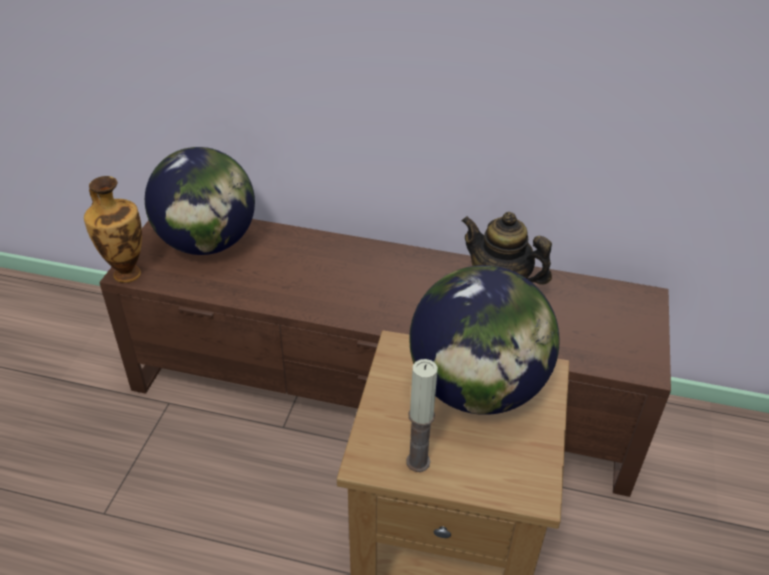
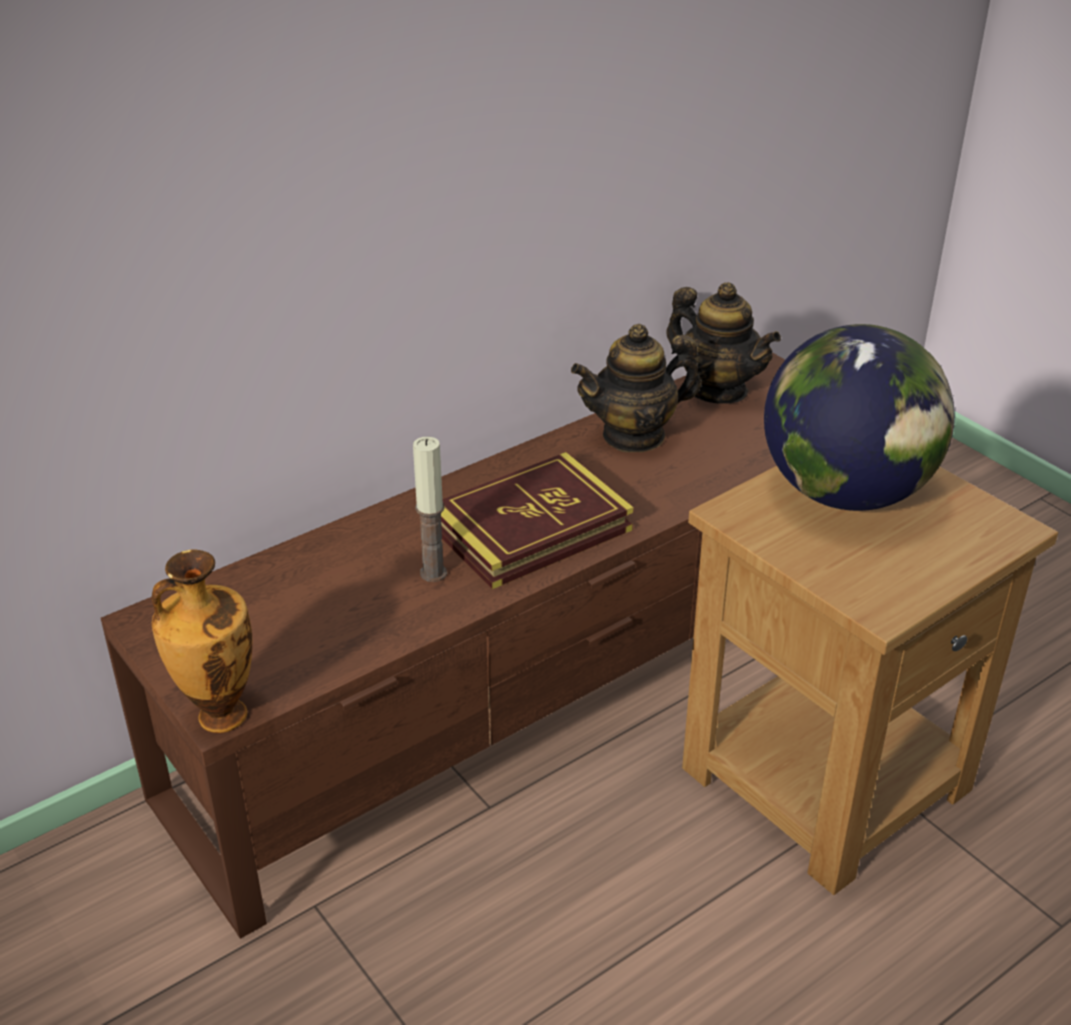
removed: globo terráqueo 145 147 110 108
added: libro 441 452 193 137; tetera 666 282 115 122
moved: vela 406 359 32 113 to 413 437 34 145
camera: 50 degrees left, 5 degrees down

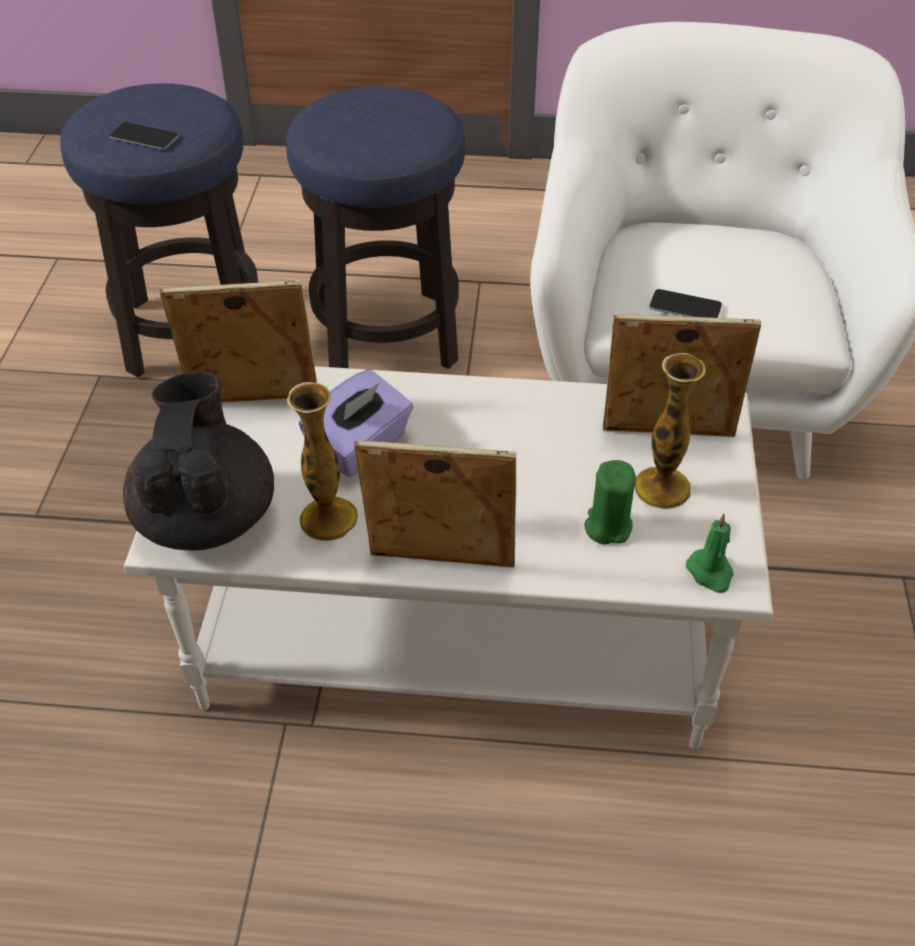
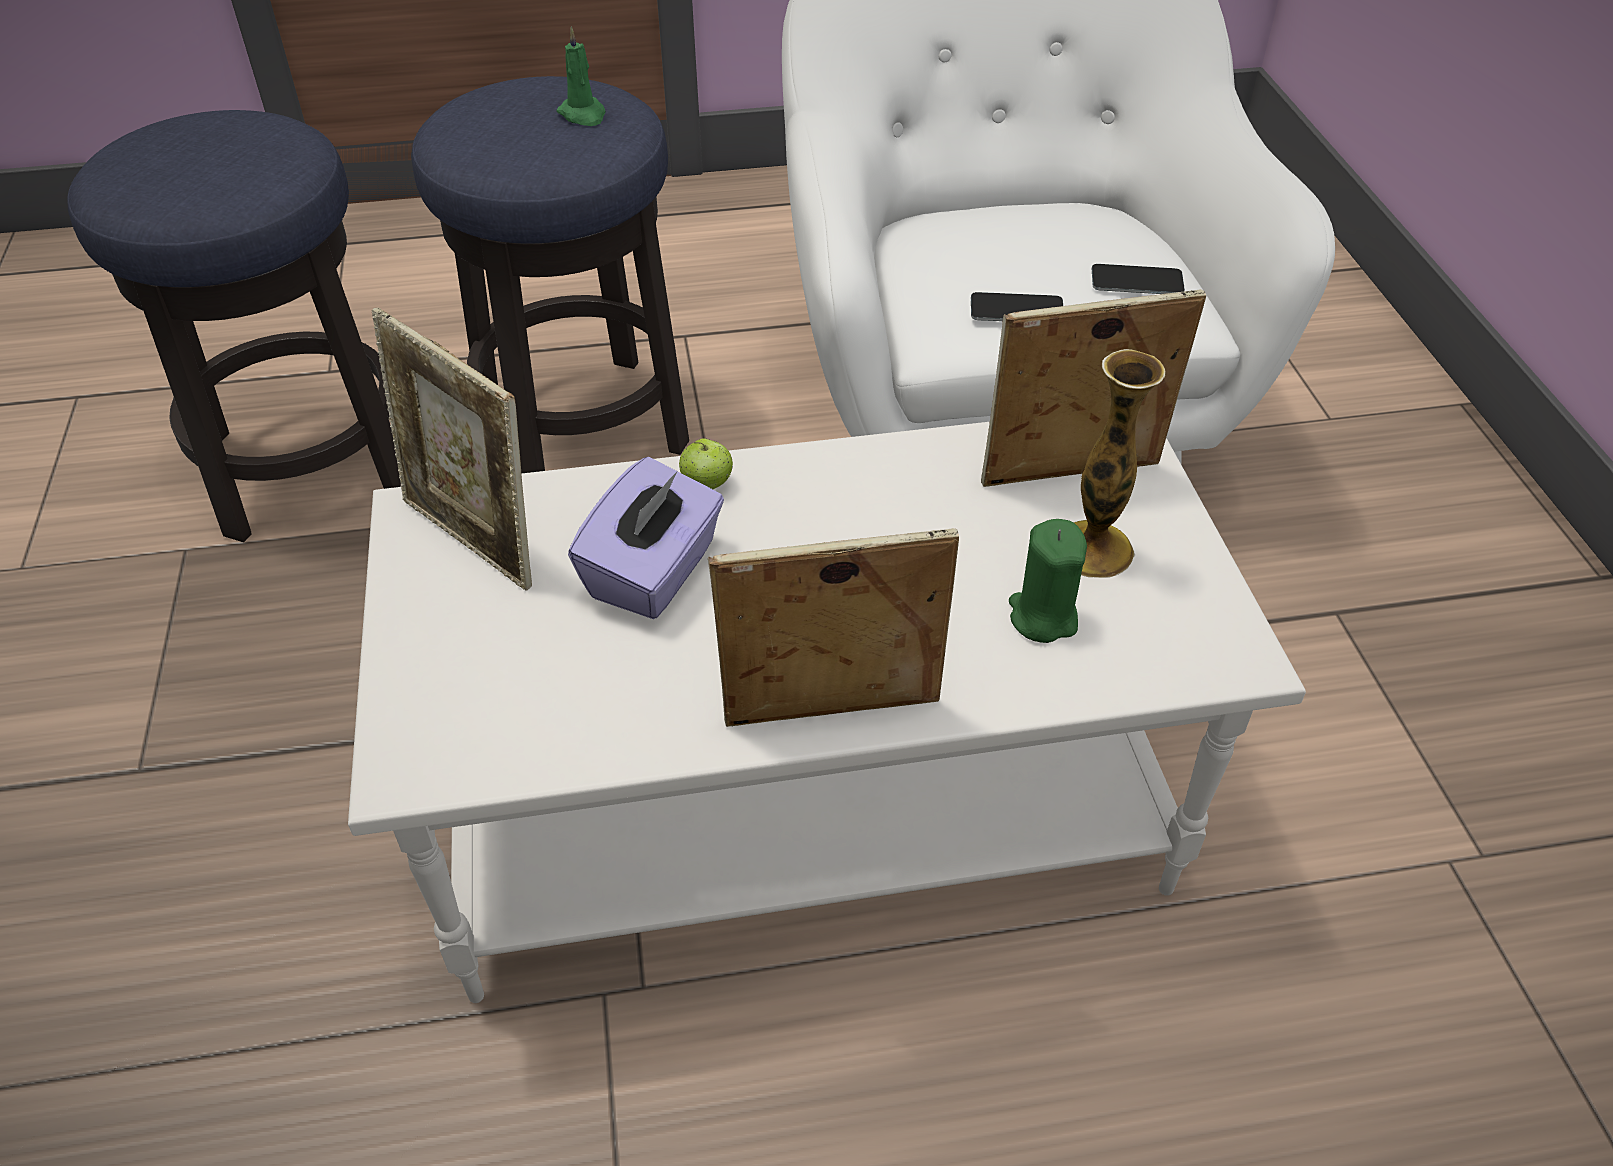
removed: tetera/negro 123 372 151 179; florero 287 382 71 159
added: manzana 679 438 54 51
moved: vela/verde 686 513 48 80 to 557 26 49 100; móvil 109 122 70 28 to 1092 264 93 30
turned: portarretratos 160 280 157 123 = 371 307 161 284 120 degrees counterclockwise
camera: 15 degrees left, 0 degrees up

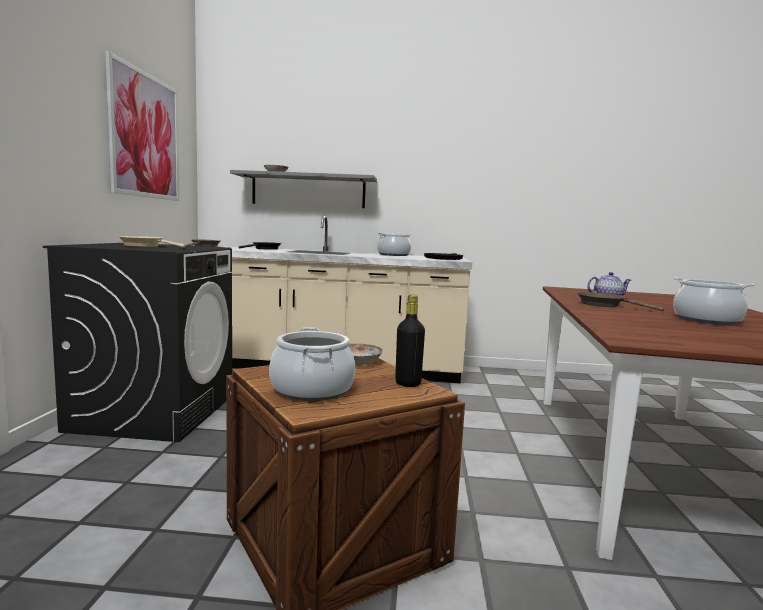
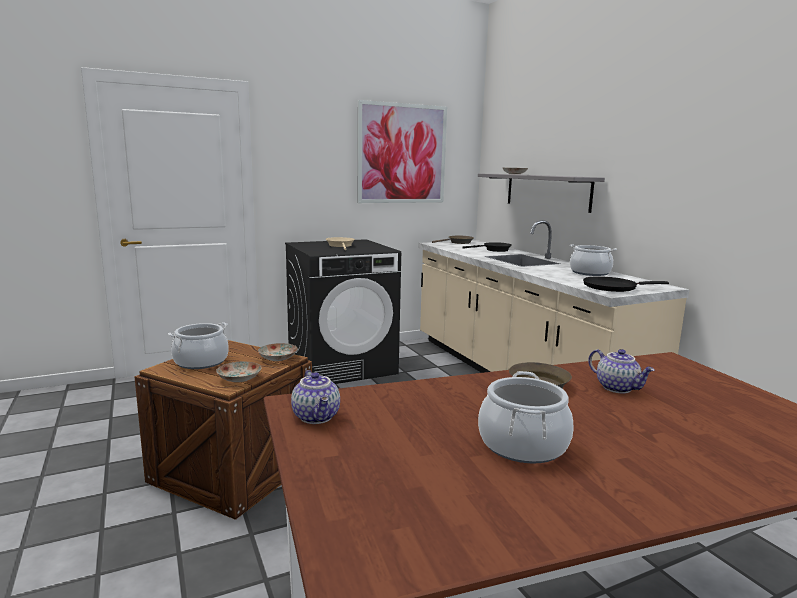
added: tetera 291 370 49 54
replaced: botella/negro 395 295 30 92 to plato 216 362 45 21
camera: 60 degrees right, 5 degrees up

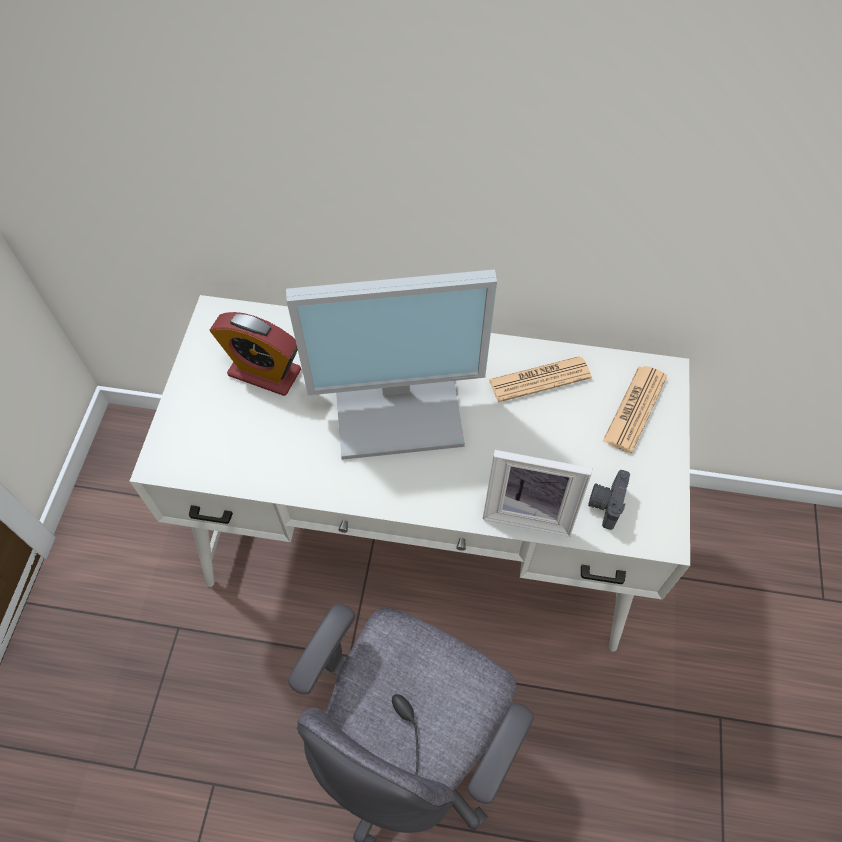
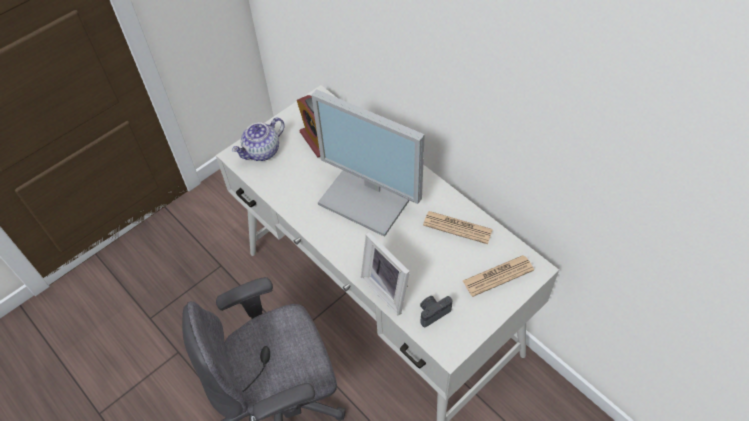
added: tetera 232 117 53 44
camera: 40 degrees right, 5 degrees down

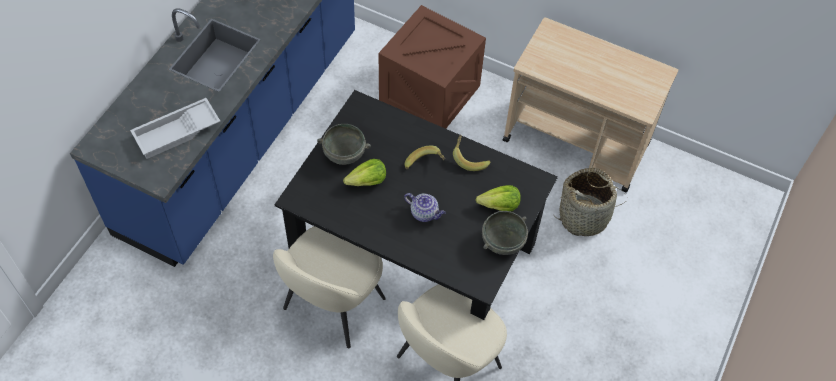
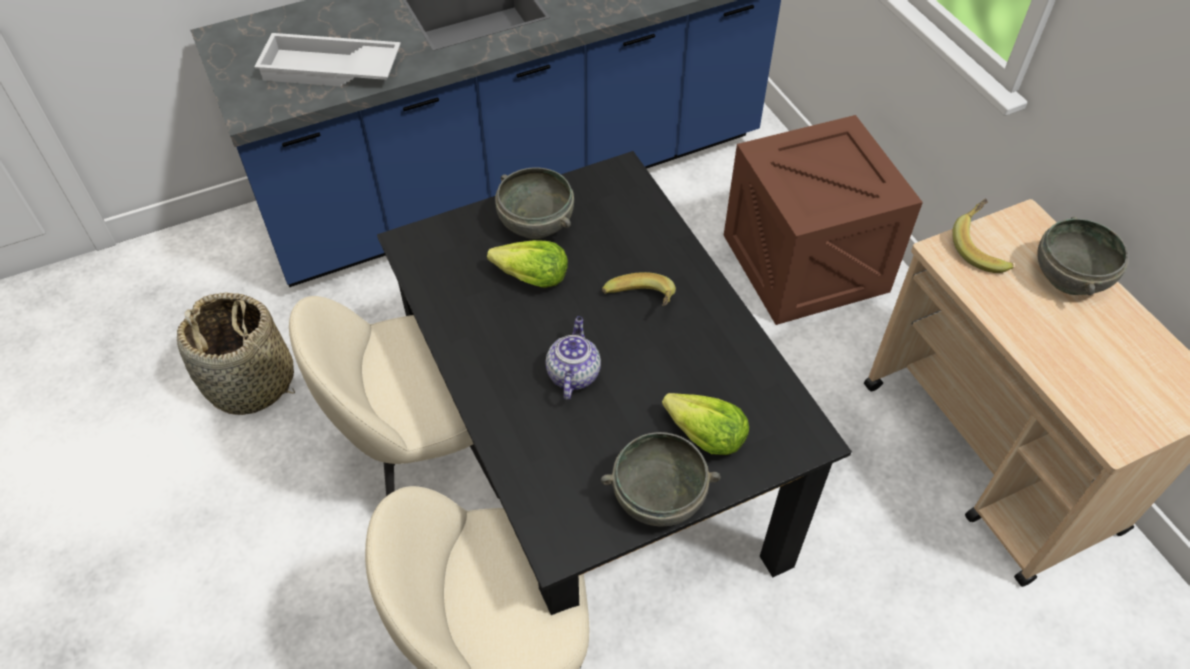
added: cuenco/gris 1037 217 91 78
moved: cesta 553 168 73 68 to 177 292 118 123; plátano 453 134 38 37 to 952 199 62 74
turned: tetera 404 193 42 29 = 545 316 56 84 150 degrees counterclockwise
camera: 40 degrees right, 5 degrees down

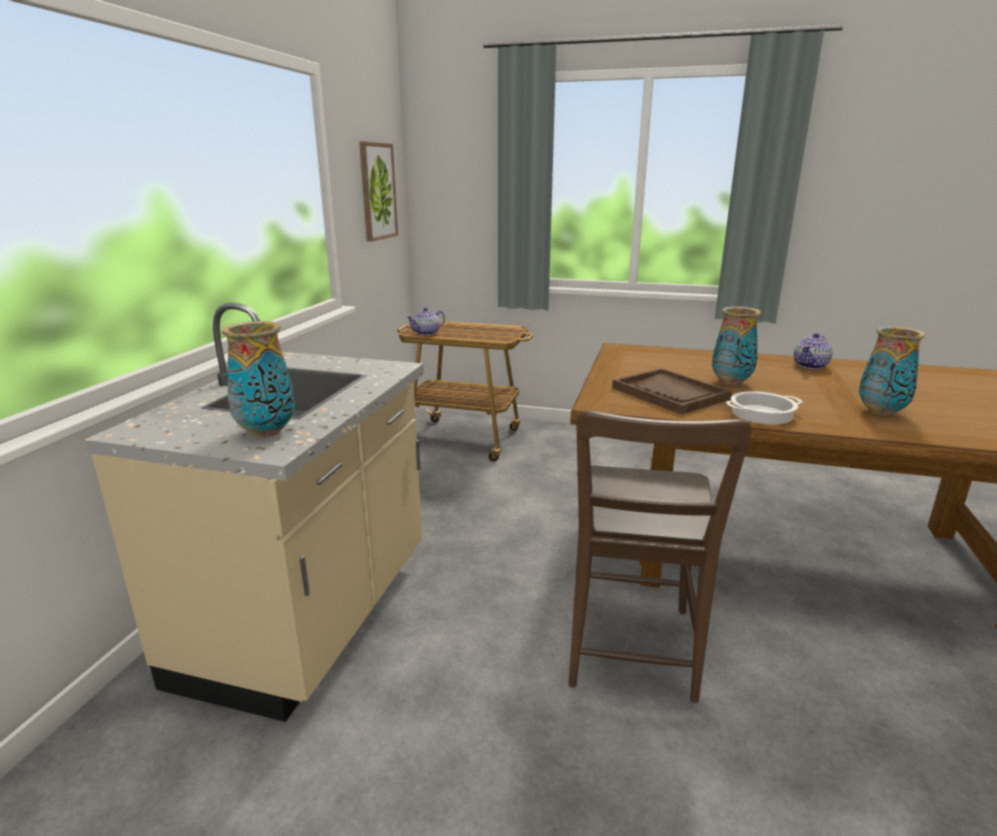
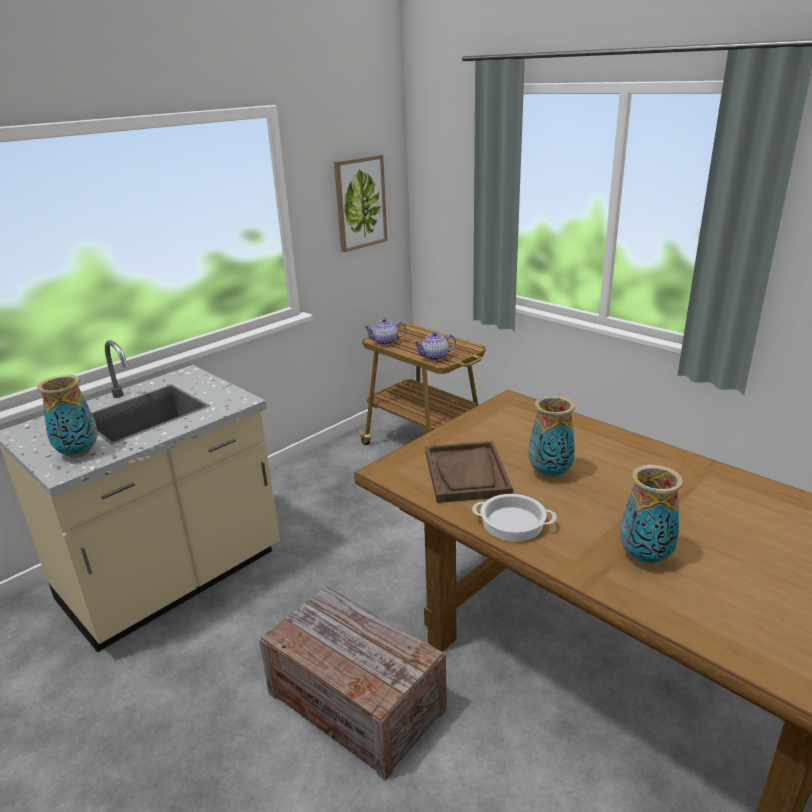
moved: tetera 794 333 39 36 to 413 332 43 29
replaced: silla/marrón 569 410 182 293 to caja de embalaje 259 586 188 195
camera: 30 degrees right, 5 degrees up

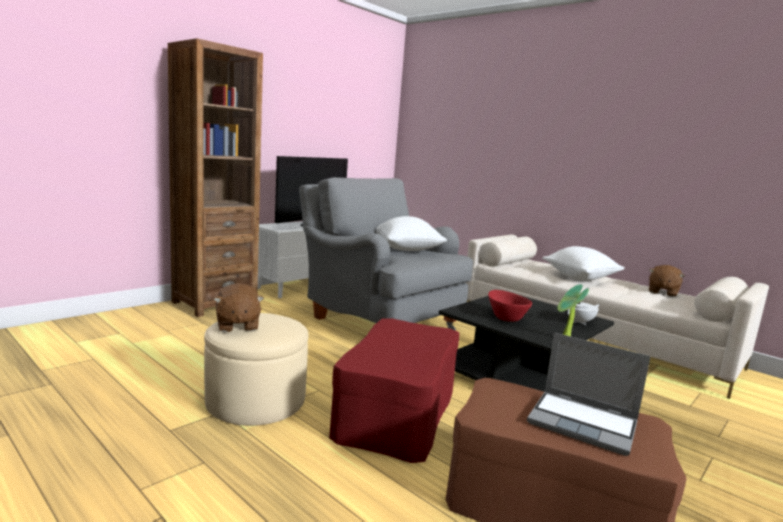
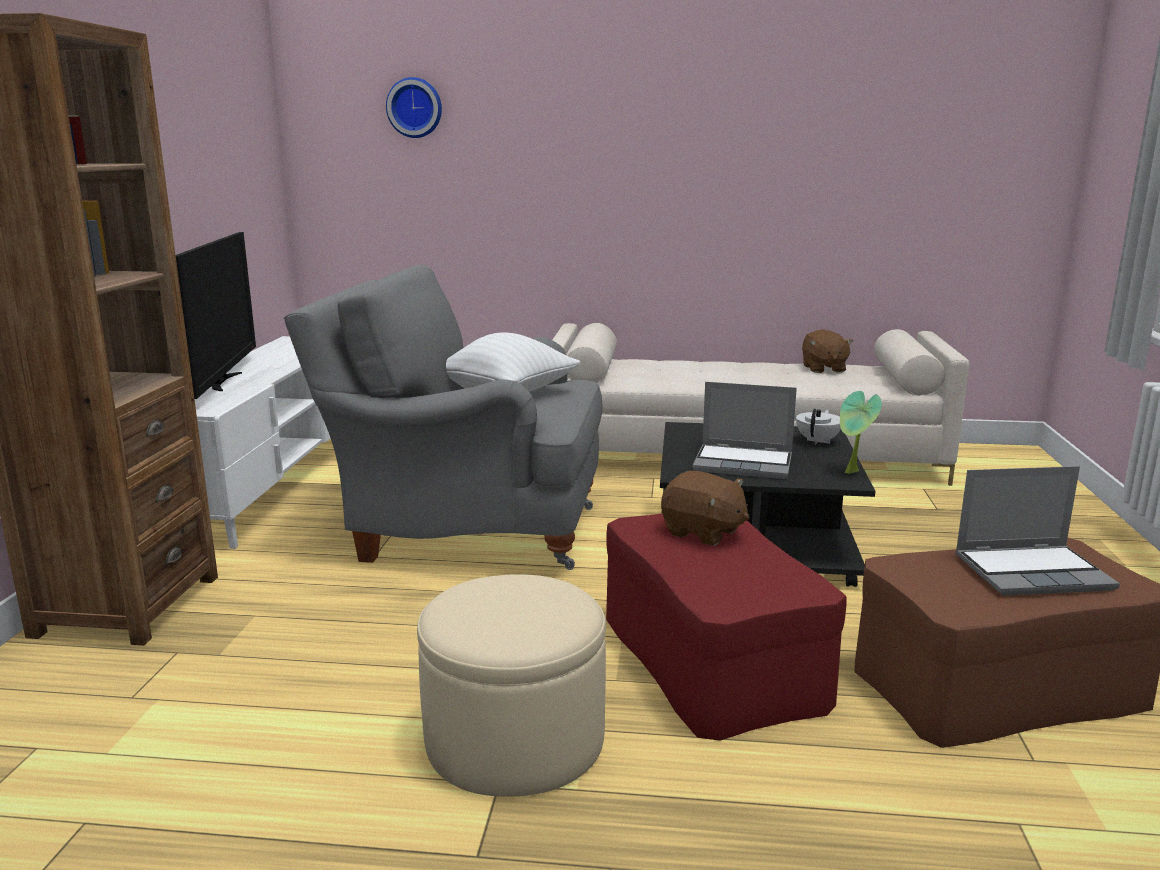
removed: cojín/blanco 542 246 83 35
added: reloj de pared 386 77 56 61
moved: peluche/marrón 213 283 51 49 to 661 471 89 75
replaced: cuenco/rojo 488 290 44 32 to portátil 693 382 104 97
camera: 35 degrees left, 5 degrees up

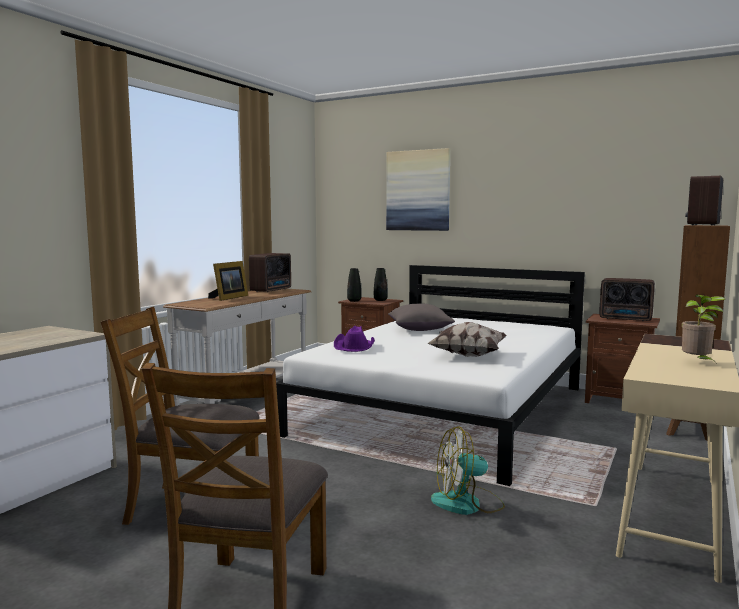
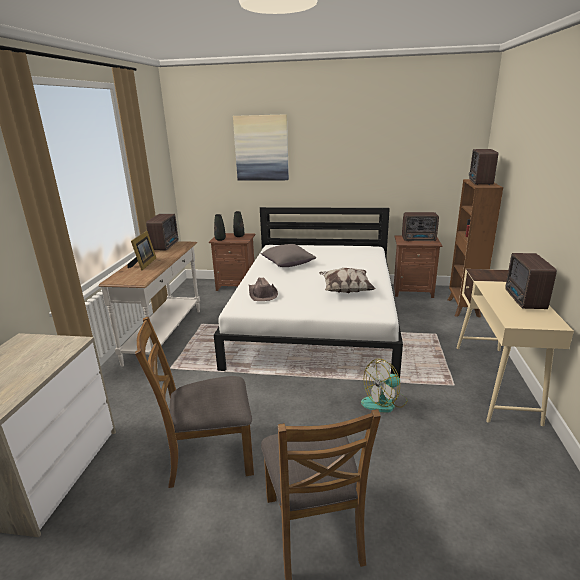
replaced: planta en maceta 682 295 44 69 to radio 505 253 52 56
recoloured: sombrero/morado 334 325 41 27 to sombrero/marrón 249 277 29 24
camera: 20 degrees left, 15 degrees up

